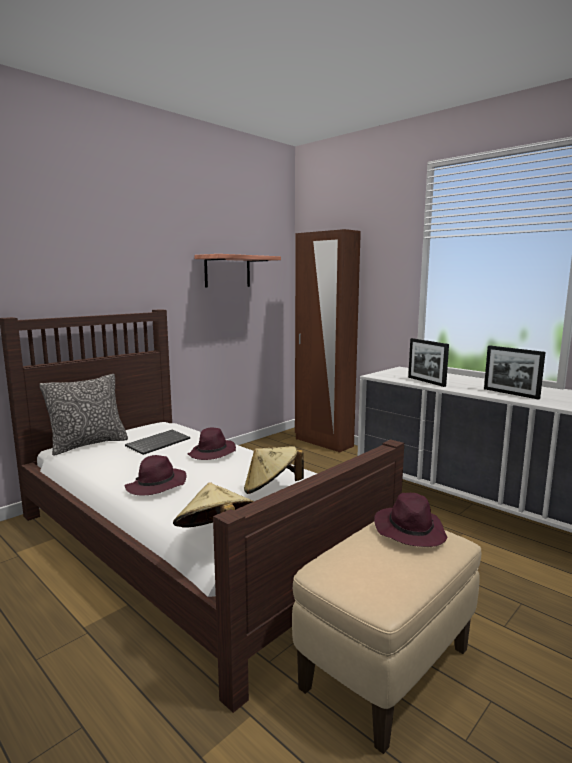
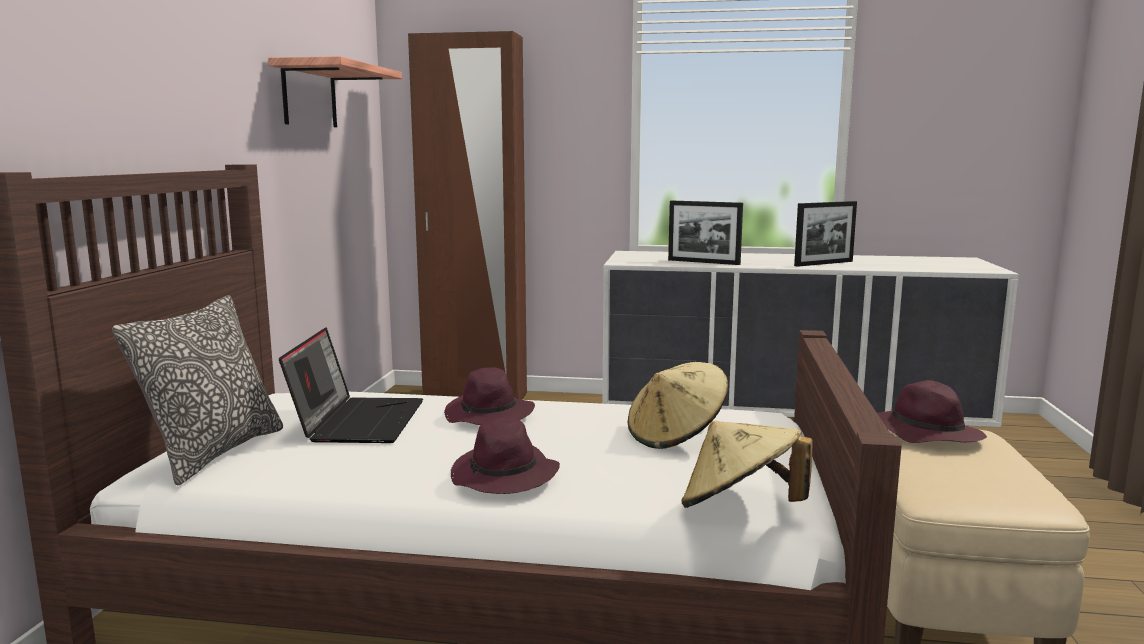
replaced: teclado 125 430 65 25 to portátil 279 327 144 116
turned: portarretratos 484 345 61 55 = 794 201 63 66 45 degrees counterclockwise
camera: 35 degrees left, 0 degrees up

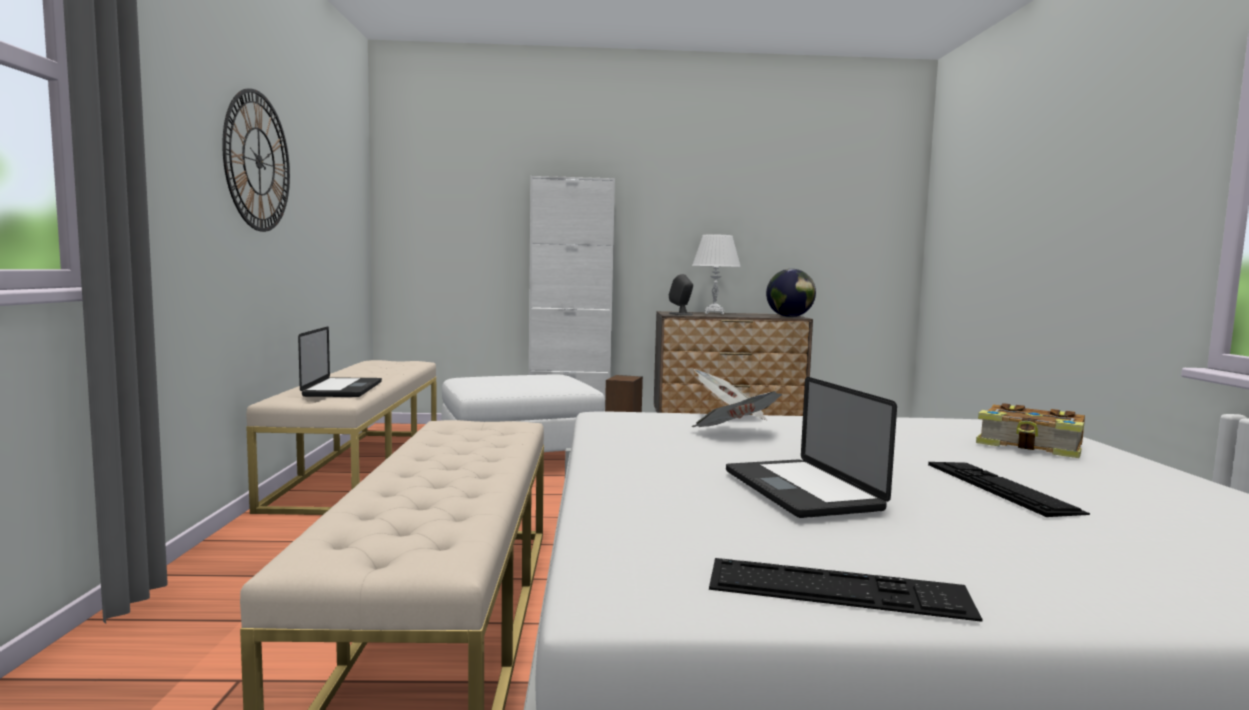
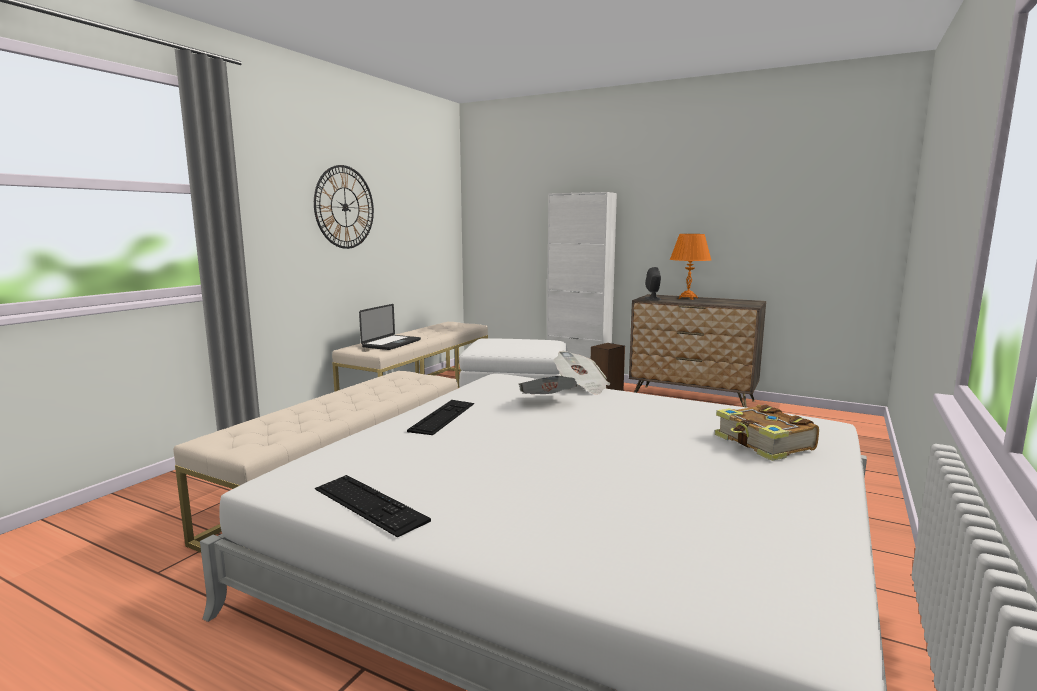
removed: portátil 726 377 171 141; globo terráqueo 766 269 50 48
moved: teclado 928 462 162 55 to 407 400 67 35
recoloured: lámpara de mesa/blanco 692 234 49 80 to lámpara de mesa/naranja 670 234 41 66
camera: 30 degrees right, 5 degrees up

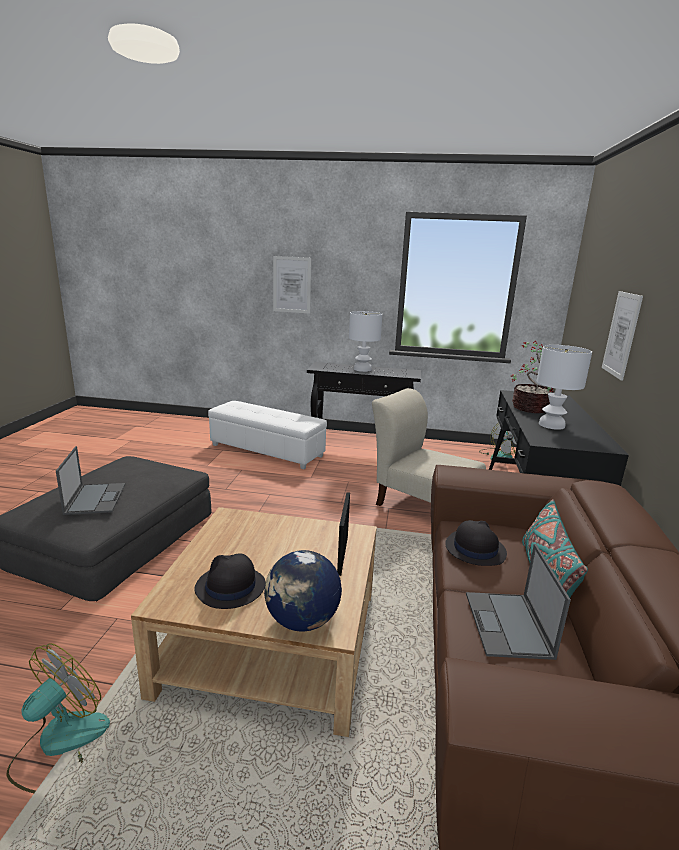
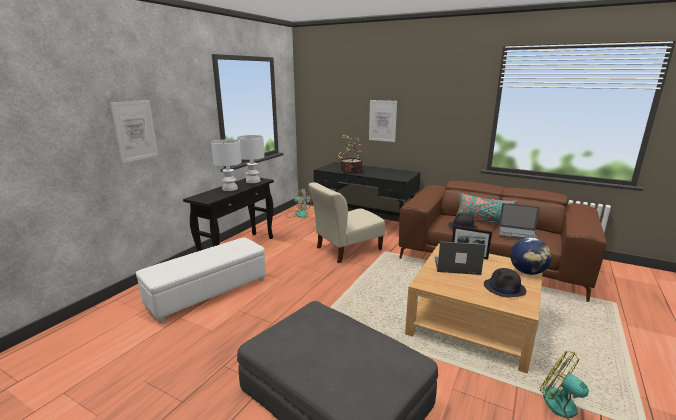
moved: lámpara de mesa/blanco 537 345 55 85 to 237 135 28 48; portátil 56 446 69 69 to 435 241 51 34
camera: 70 degrees left, 0 degrees up

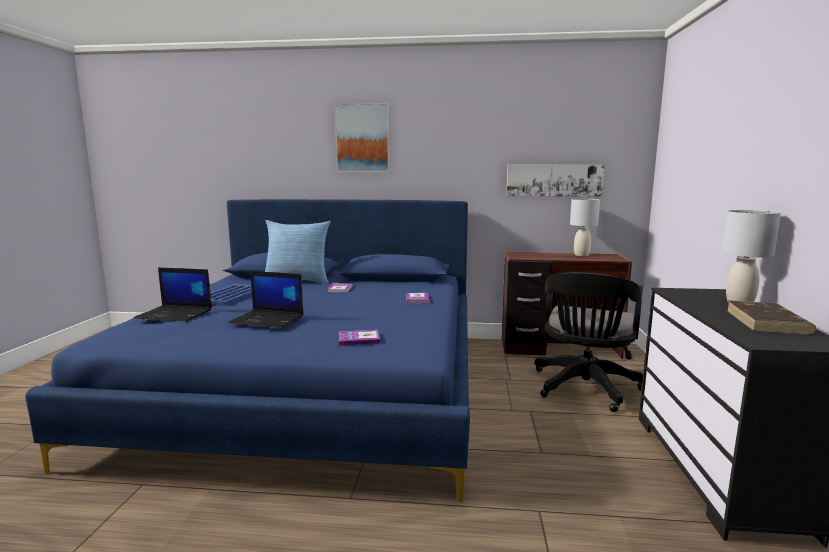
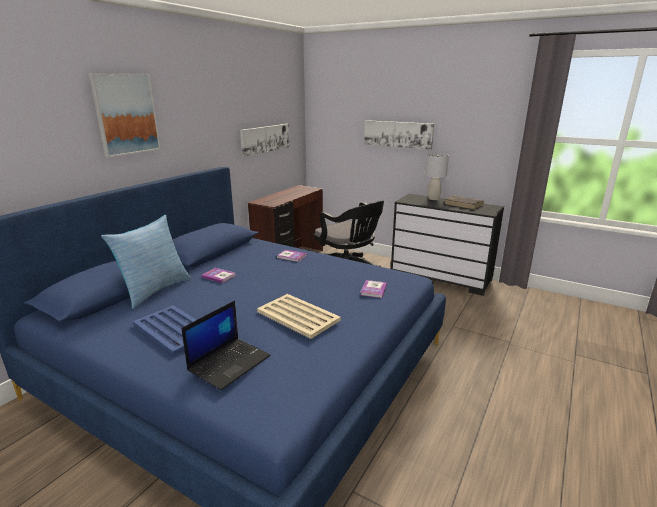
removed: lámpara de mesa/gris 570 199 30 57
added: cuadro 364 120 70 30
replaced: portátil 228 271 75 57 to bandeja/beis 257 294 84 45
camera: 65 degrees left, 10 degrees up

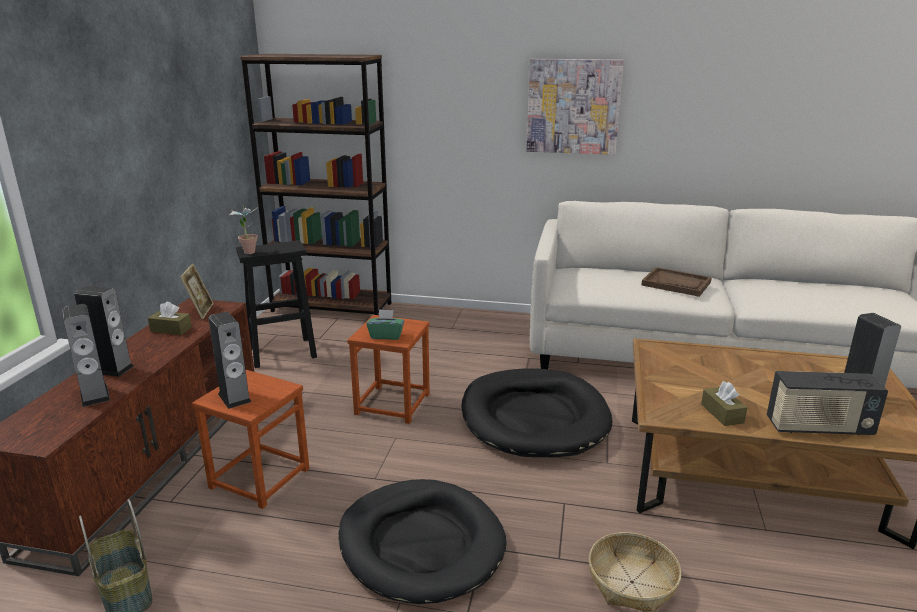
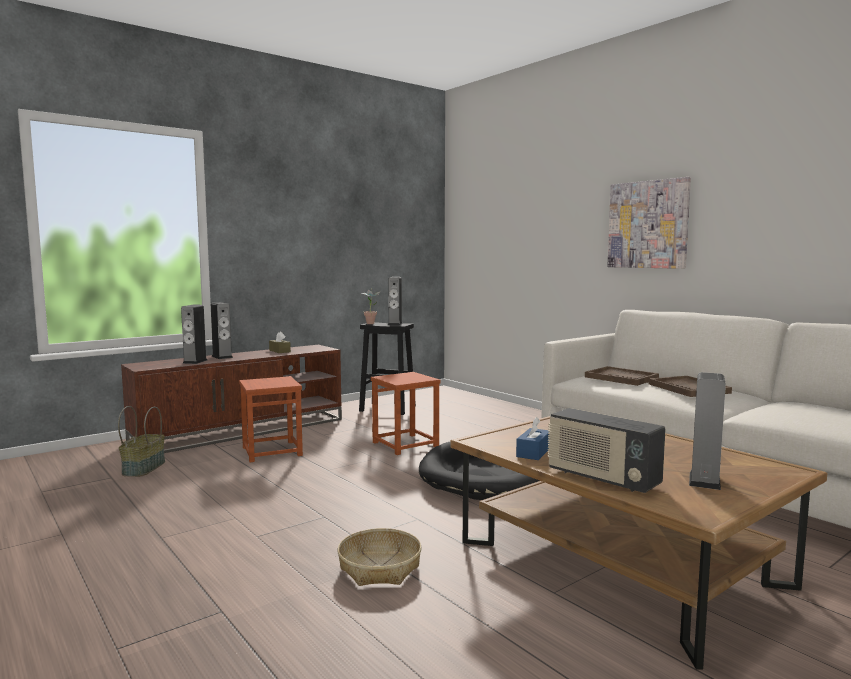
removed: portarretratos 180 264 34 55; estantería/marrón 240 54 151 261; cama para perro/negro 338 479 169 125; caja de pañuelos/verde 366 309 38 31
added: bandeja/marrón 585 366 74 20
moved: altavoz 208 312 44 97 to 388 277 15 48
recoloured: caja de pañuelos/marrón 701 381 46 45 to caja de pañuelos/azul 516 417 34 43
camera: 40 degrees right, 15 degrees down

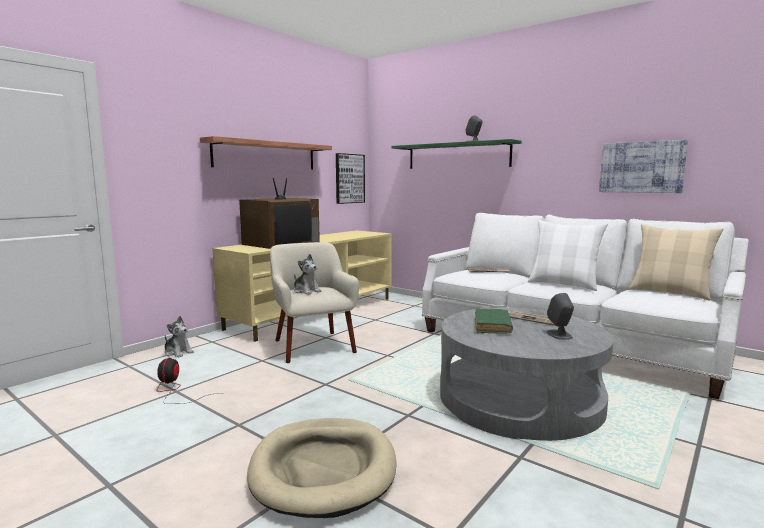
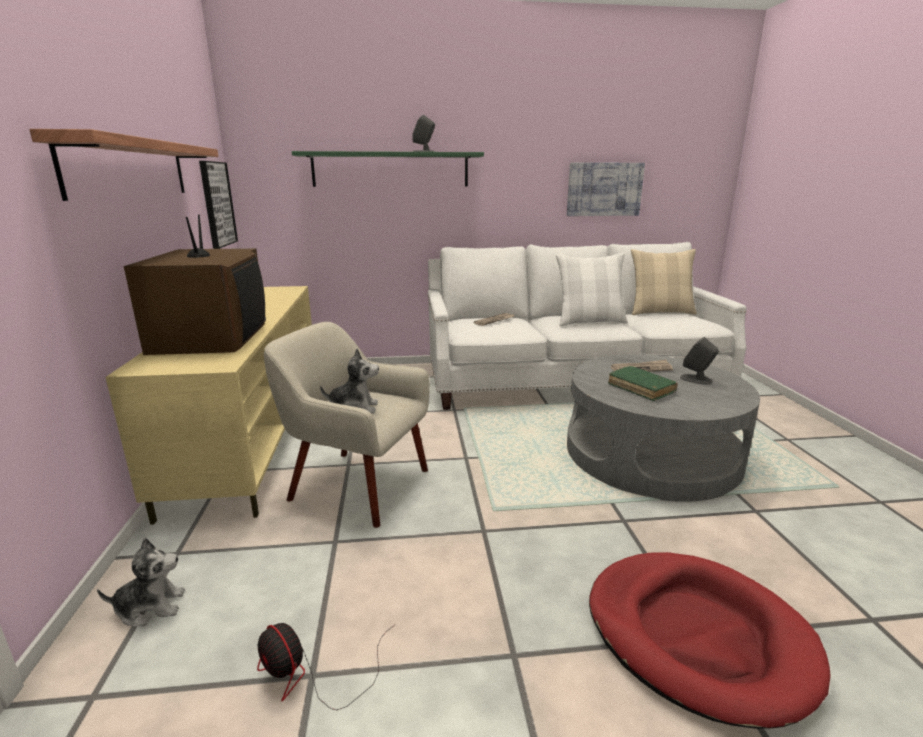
recoloured: cama para perro/beis 247 418 150 100 to cama para perro/rojo 589 552 242 177
camera: 45 degrees left, 10 degrees up

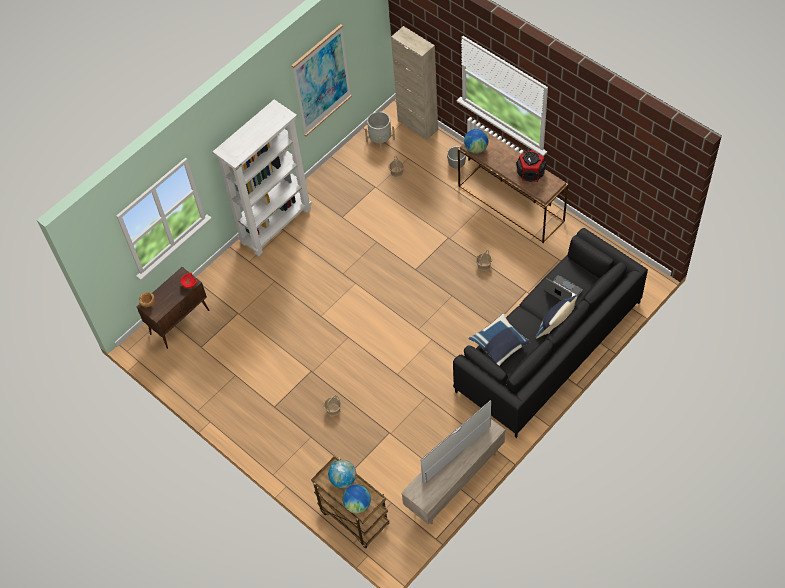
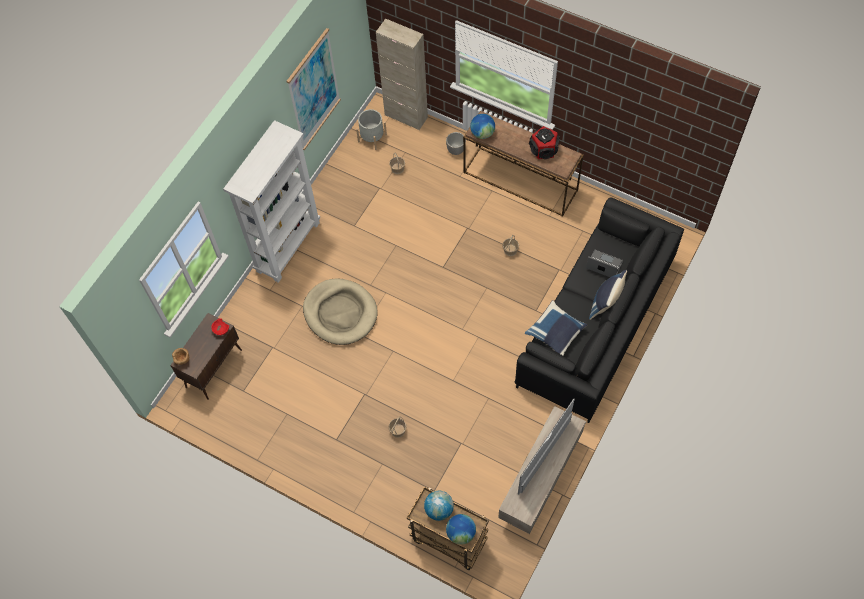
added: cama para perro/beis 303 278 75 67
camera: 15 degrees left, 5 degrees up

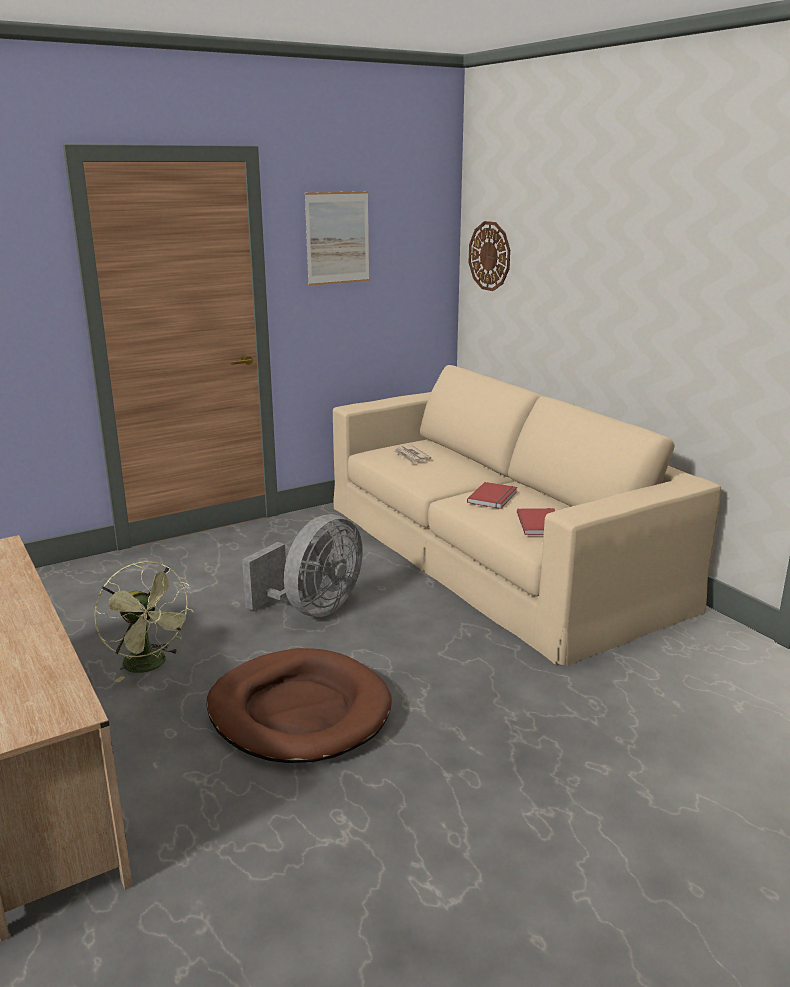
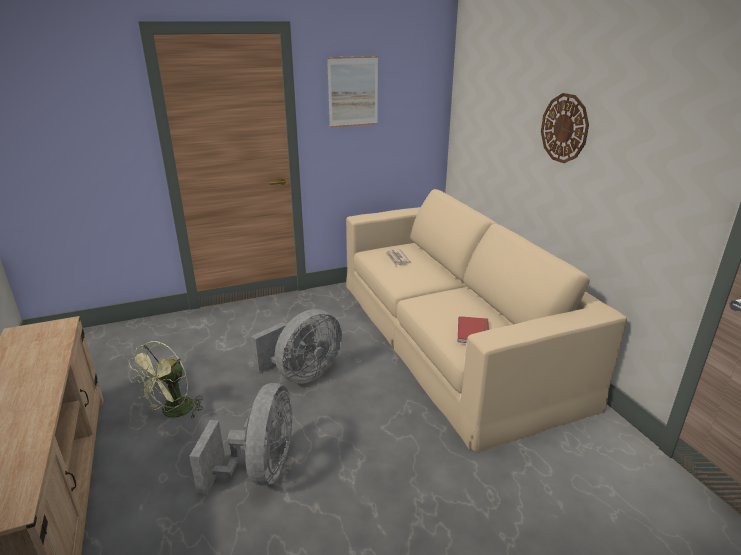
removed: libro/rojo 467 482 50 27
moved: reloj de pared 469 221 41 70 to 541 93 48 70
replaced: cama para perro/marrón 207 648 185 115 to ventilador/gris 189 383 104 113
turned: ventilador/verde 94 561 100 121 = 129 341 74 78 60 degrees clockwise
camera: 10 degrees right, 5 degrees up

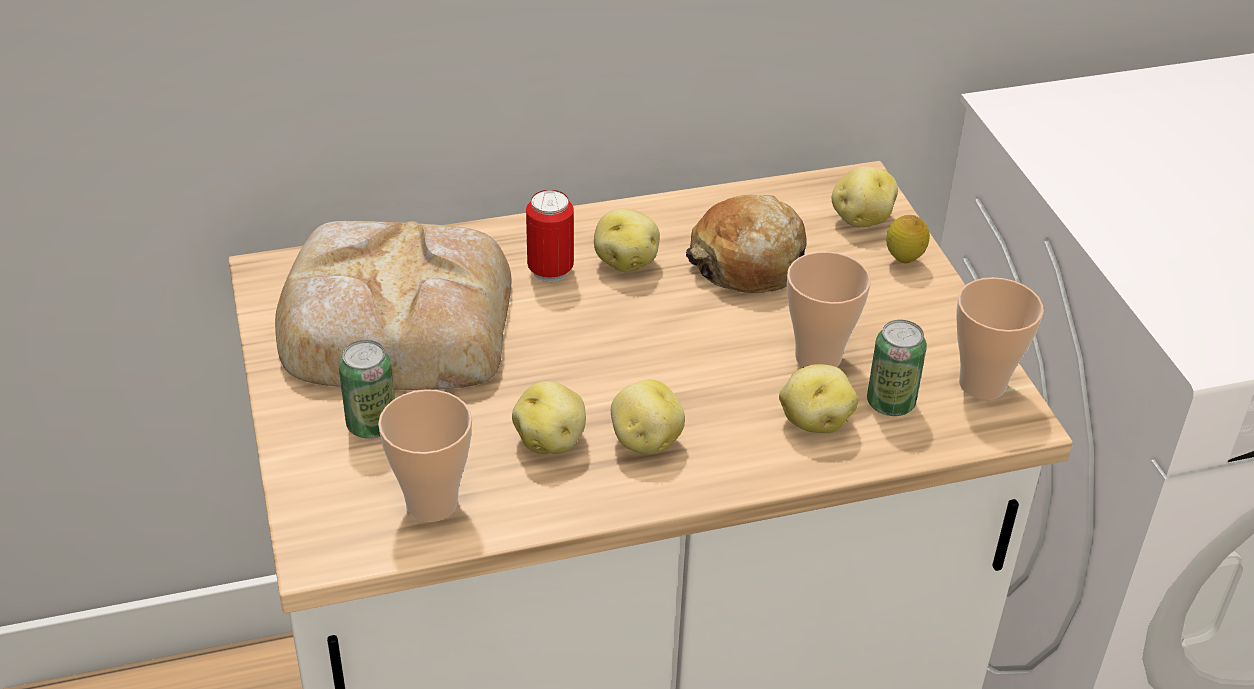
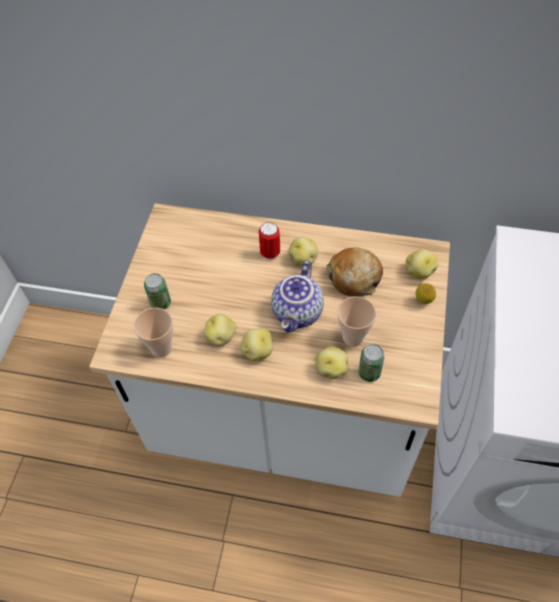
removed: pan 275 221 236 169; taza 956 277 88 123
added: tetera 271 261 53 72
camera: 30 degrees right, 15 degrees up

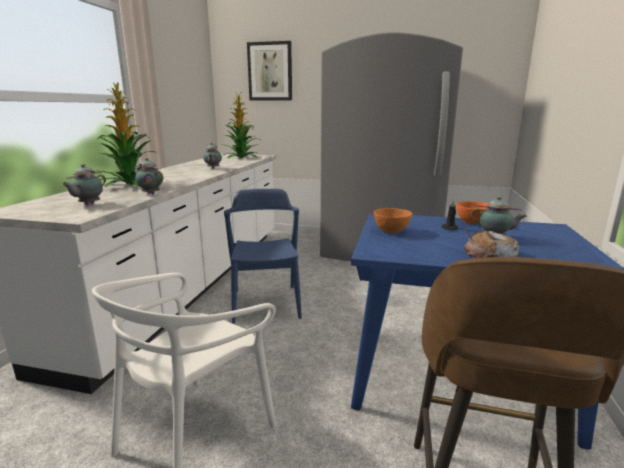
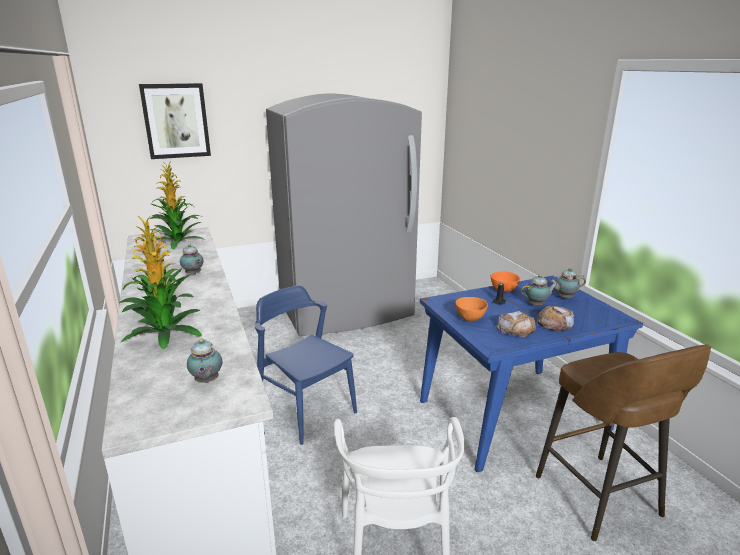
added: pan 496 311 40 26
moved: tetera 133 158 30 36 to 549 268 37 30
camera: 35 degrees left, 5 degrees up

